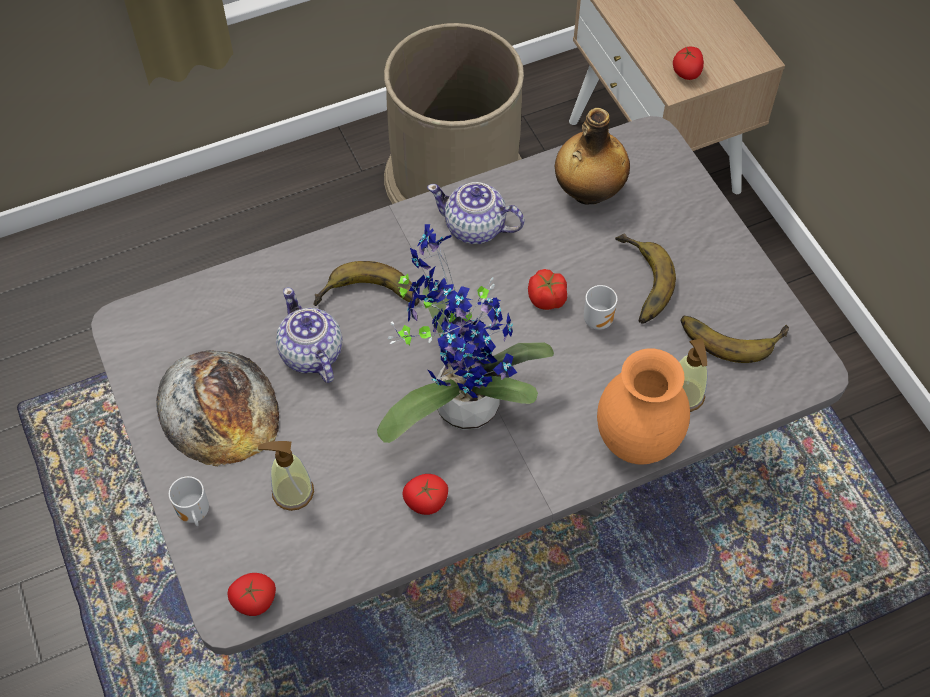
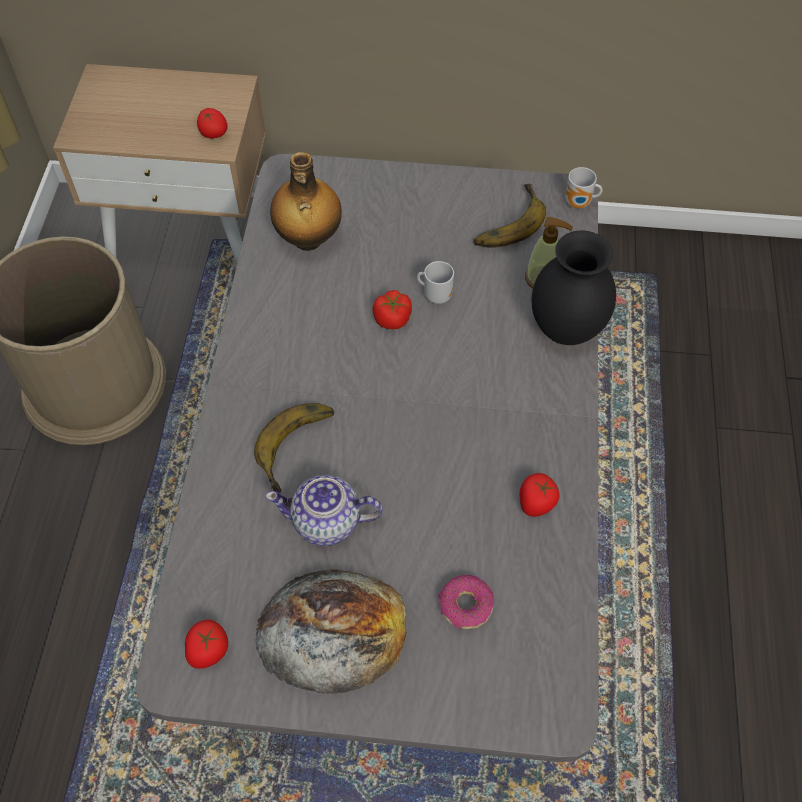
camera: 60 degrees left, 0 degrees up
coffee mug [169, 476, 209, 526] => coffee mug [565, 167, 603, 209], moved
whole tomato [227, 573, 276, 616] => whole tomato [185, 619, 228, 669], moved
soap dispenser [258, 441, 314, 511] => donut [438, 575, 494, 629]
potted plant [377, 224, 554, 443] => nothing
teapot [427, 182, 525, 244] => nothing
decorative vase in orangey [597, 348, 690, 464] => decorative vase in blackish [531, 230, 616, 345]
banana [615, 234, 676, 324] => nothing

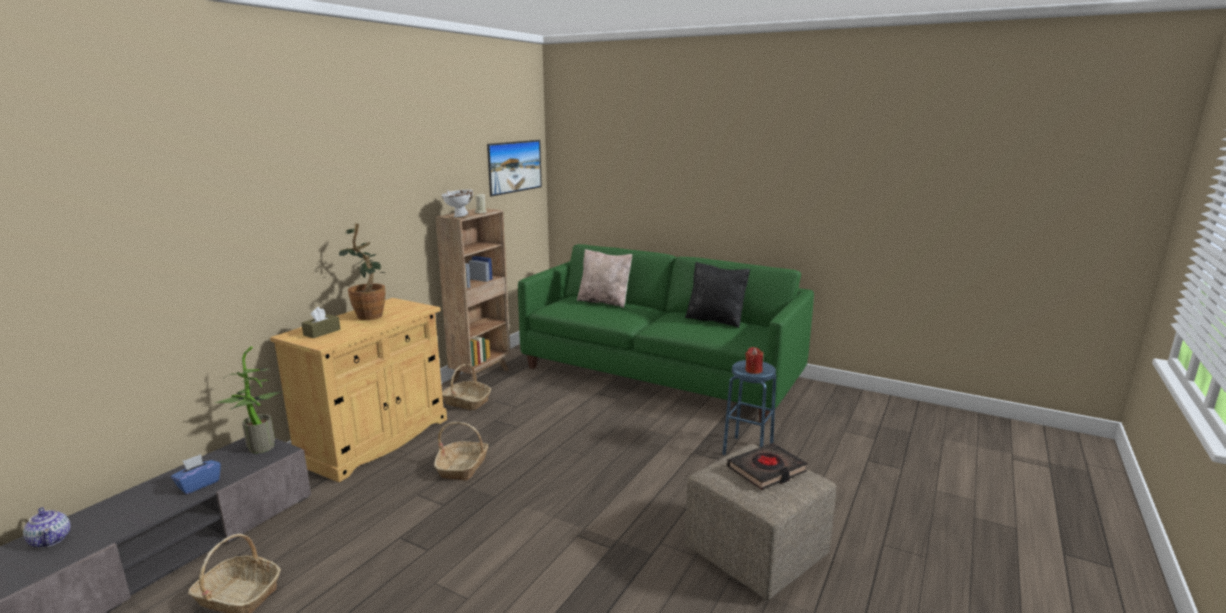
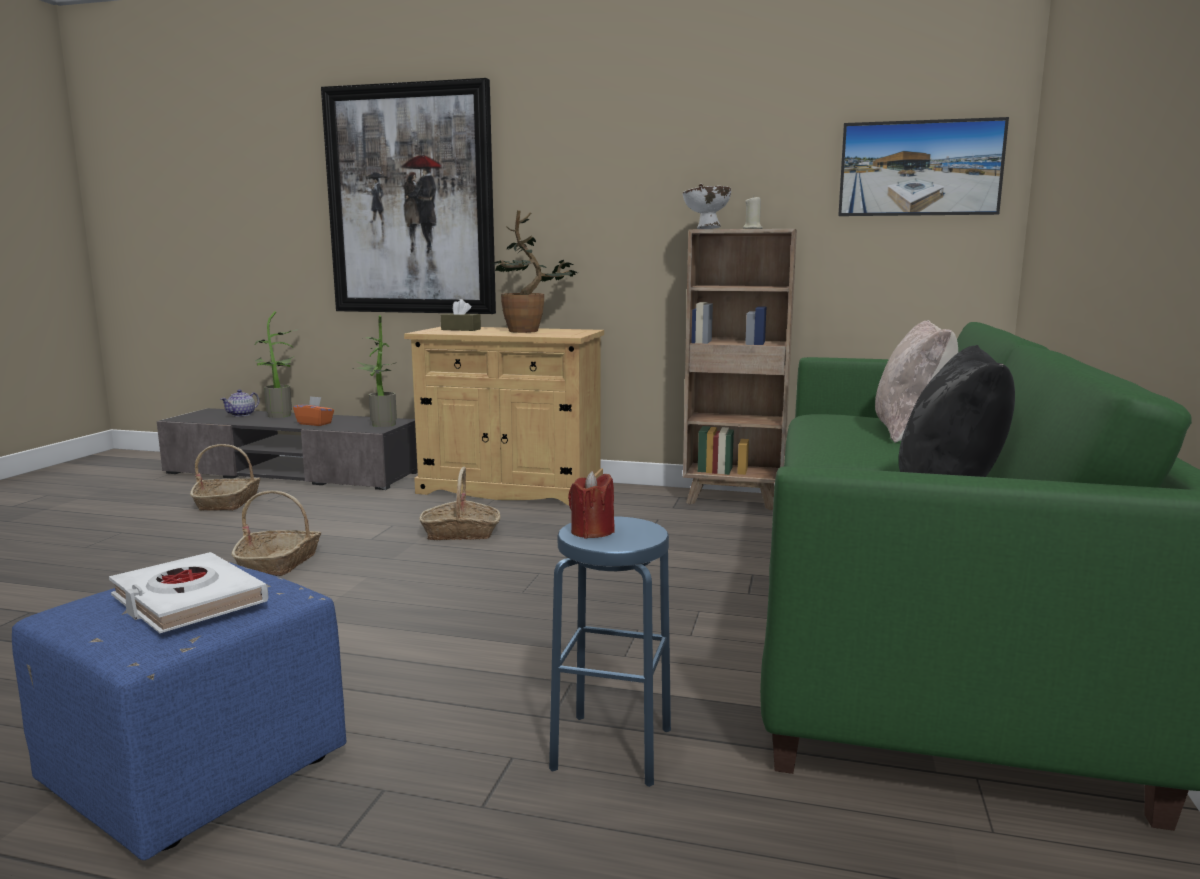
camera: 75 degrees right, 5 degrees down
tissue holder in blue-coloured [171, 454, 221, 494] => tissue holder in orangey [293, 396, 334, 426]
household basket [442, 364, 491, 410] => household basket [232, 491, 321, 576], moved
ottoman in sand-coloured [685, 444, 836, 600] => ottoman in blue-coloured [12, 561, 346, 860]
book in blackish [727, 443, 808, 490] => book in white-coloured [109, 552, 269, 633]
nothing => potted plant [255, 311, 300, 418]
nothing => picture [321, 78, 496, 314]

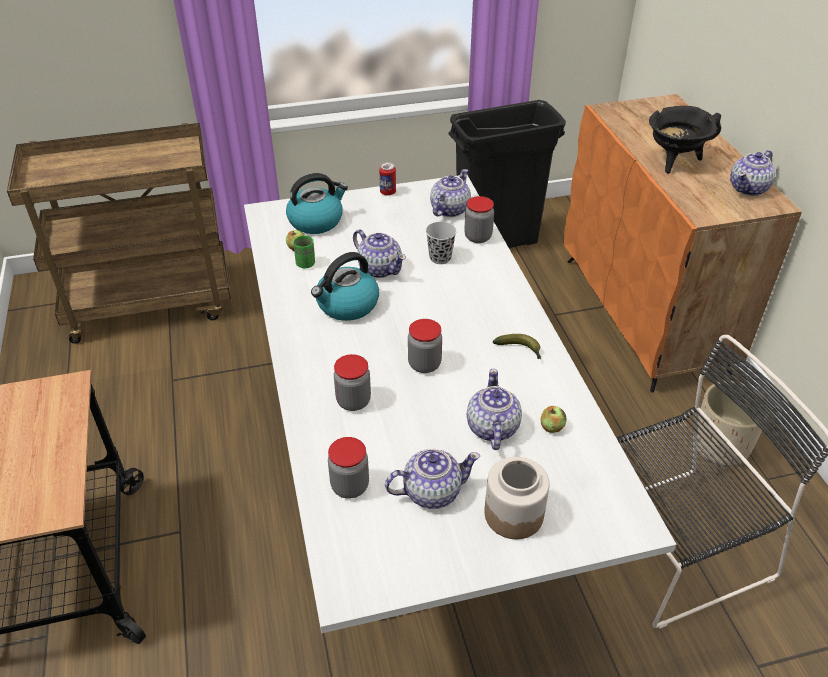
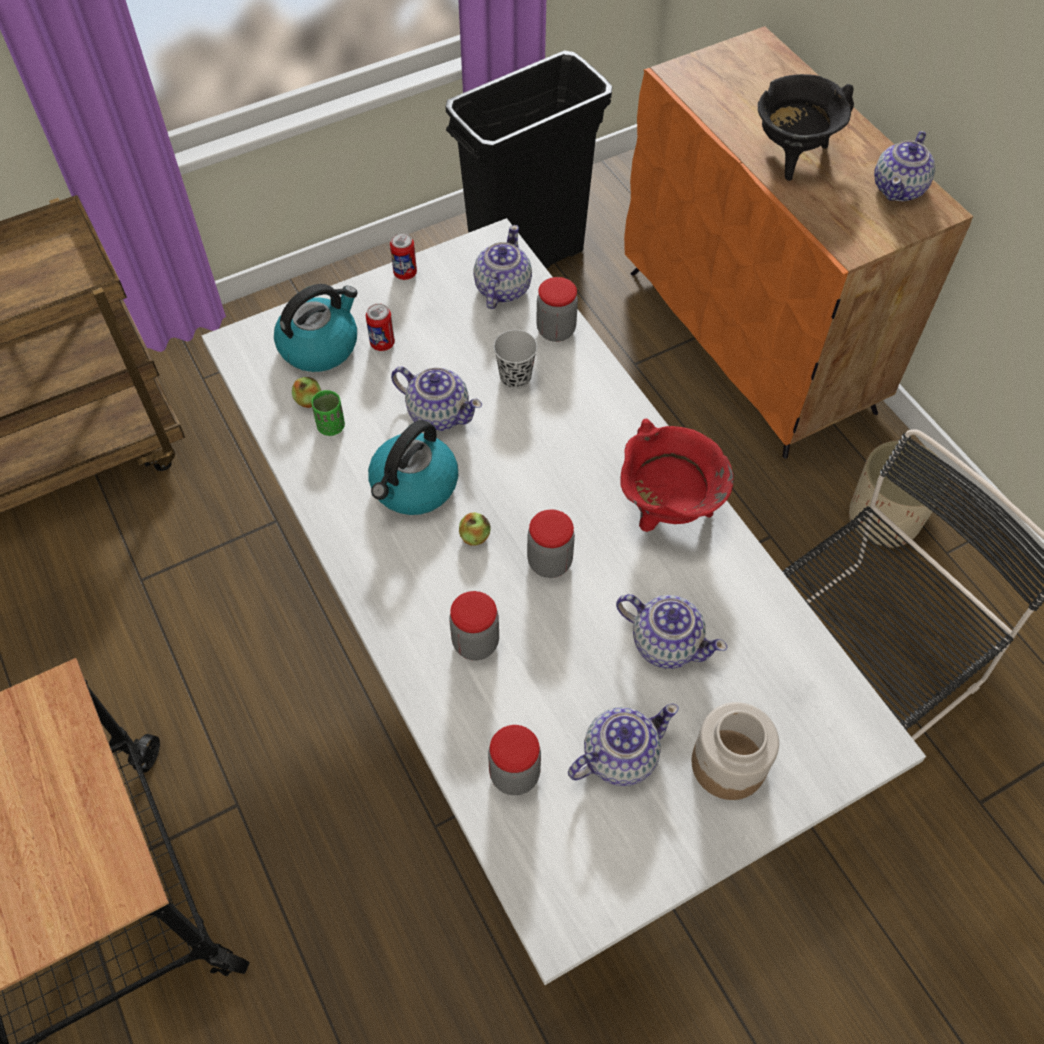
camera: 15 degrees left, 15 degrees up
teapot [467, 369, 522, 450] => teapot [616, 594, 727, 669], 135 degrees clockwise
banana [493, 334, 541, 359] => cooking pot in reddish [620, 418, 734, 532]
apple fruit [540, 406, 567, 433] => apple fruit [459, 512, 491, 546], moved
nothing => can [366, 304, 395, 351]

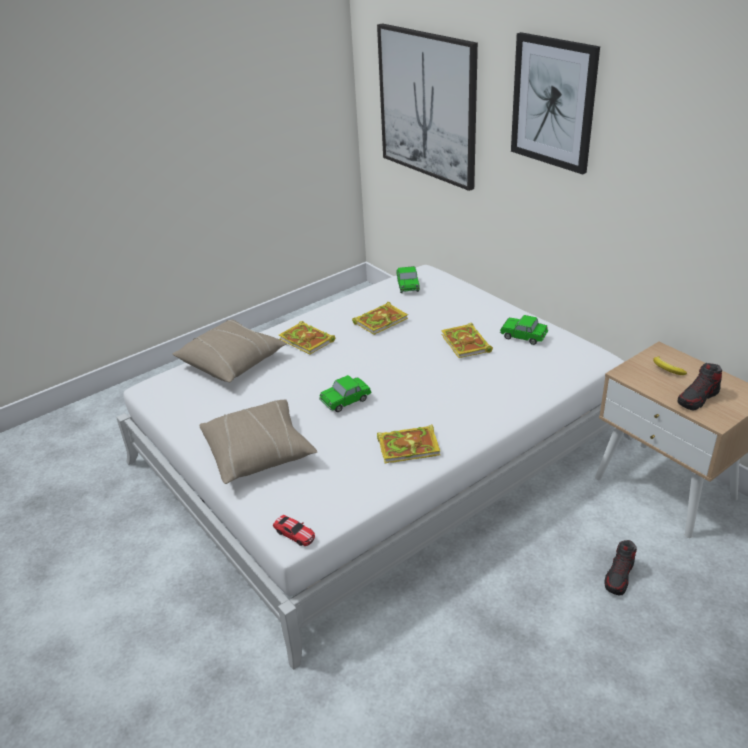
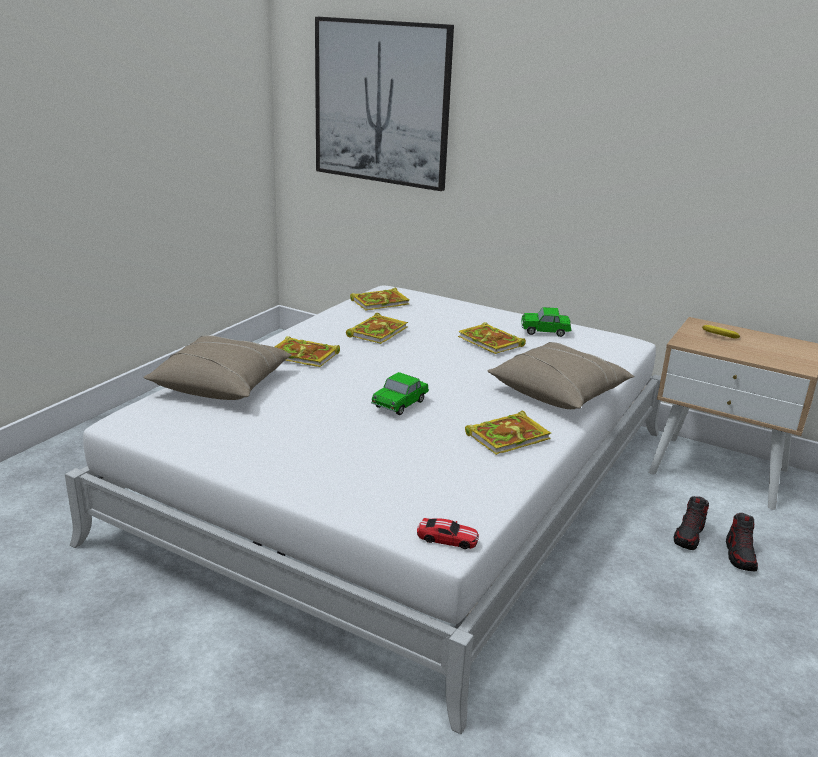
camera: 25 degrees left, 10 degrees down
throw pillow in sand-coloured [200, 399, 317, 484] => throw pillow in sand-coloured [487, 342, 634, 409], moved
miniature car [396, 266, 420, 293] => book [350, 287, 410, 311]
picture [511, 32, 600, 175] => nothing
shoe [678, 363, 722, 410] => shoe [674, 496, 709, 550], moved

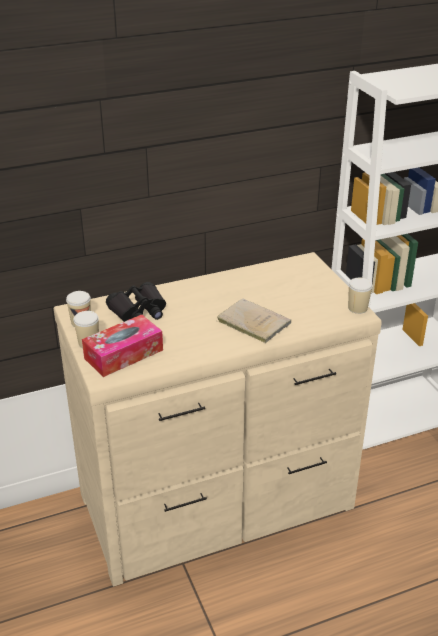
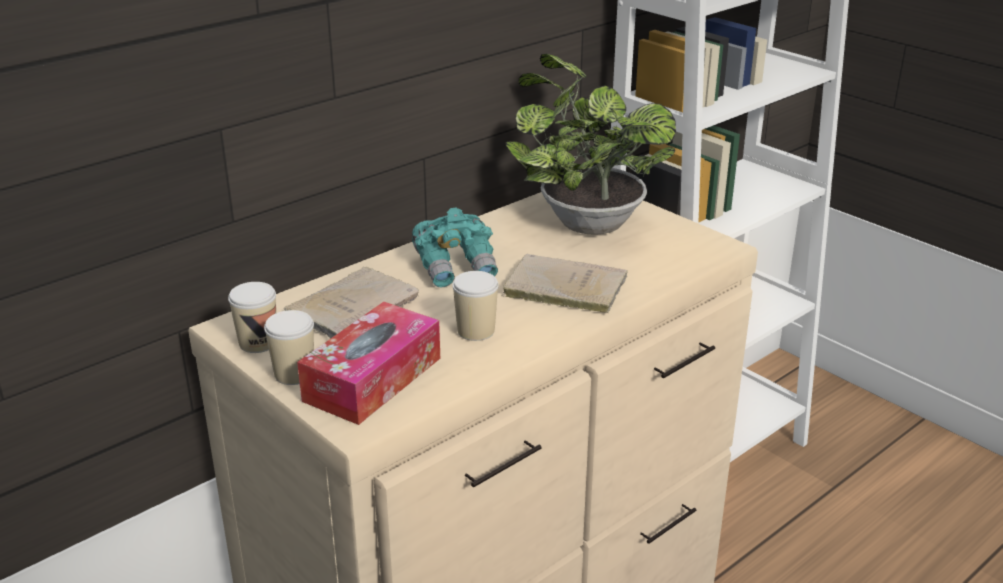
camera: 20 degrees left, 5 degrees down
field glasses in blackish [106, 282, 166, 322] => book in sand-coloured [284, 267, 419, 338]
drinking cup [348, 278, 373, 314] => drinking cup [452, 271, 499, 341], moved
nothing => field glasses in turquoise [412, 207, 498, 287]
nothing => potted plant [506, 54, 676, 235]

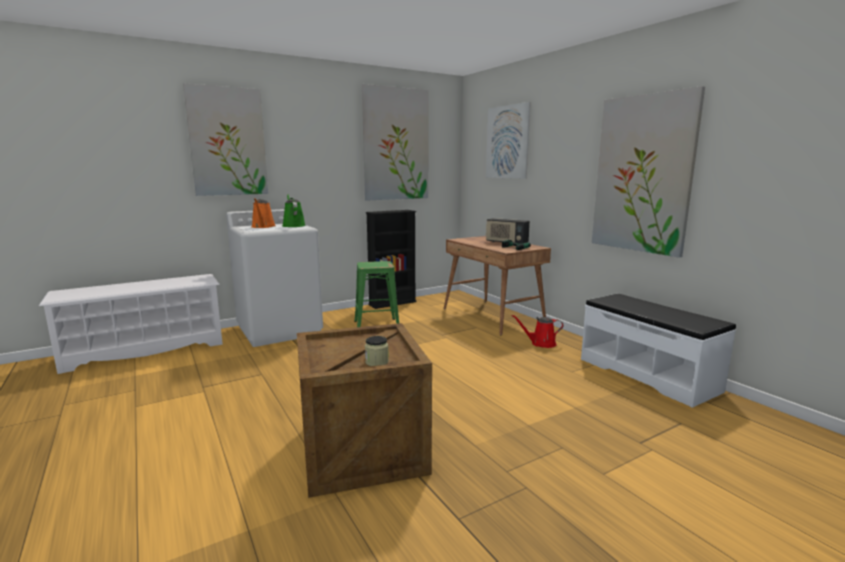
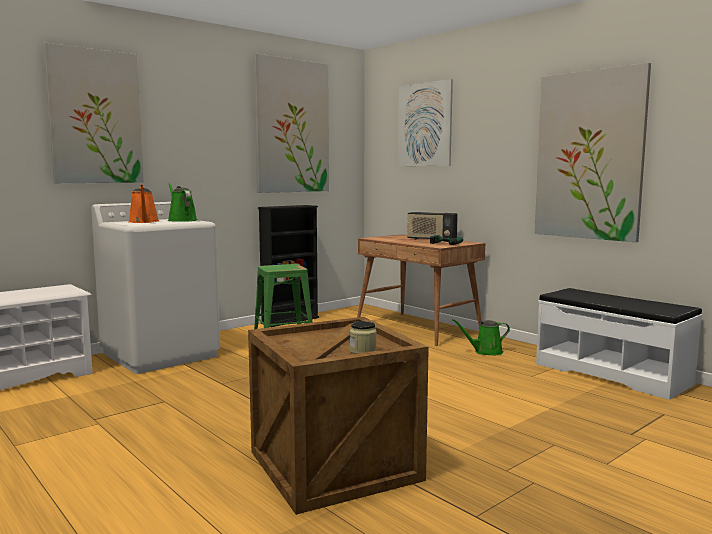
camera: 10 degrees left, 5 degrees down
watering pot in reddish [512, 315, 564, 348] => watering pot in green [452, 319, 510, 355]

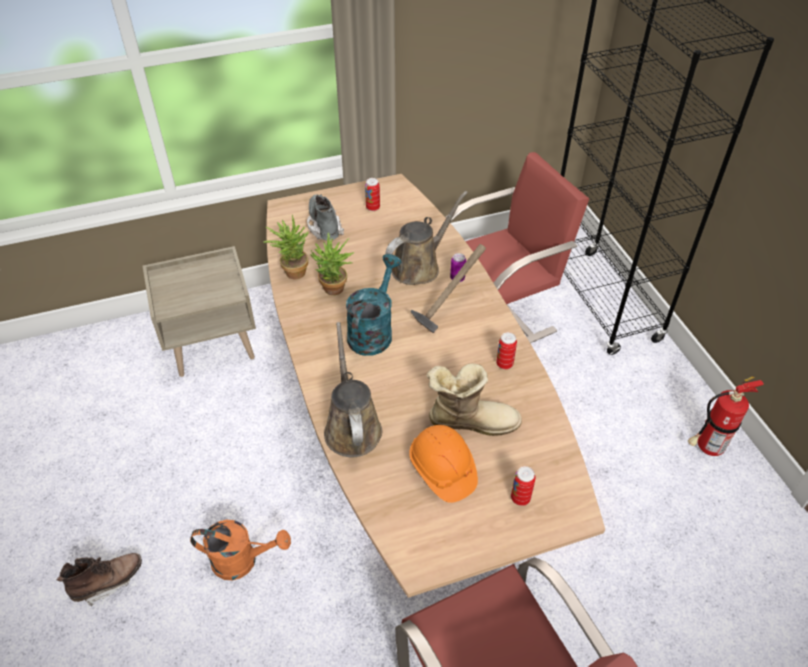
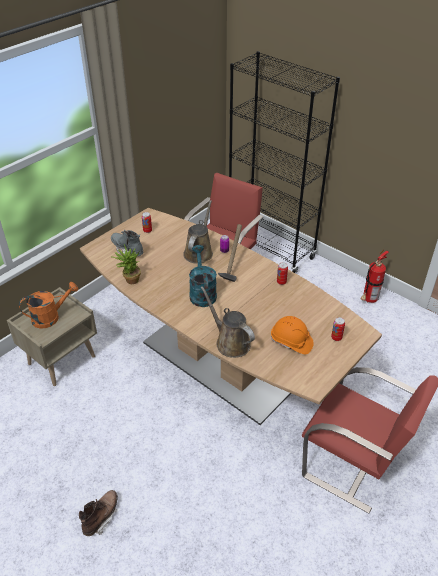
camera: 30 degrees left, 5 degrees down
watering pot in orangey [190, 520, 291, 580] => watering pot in orangey [19, 282, 78, 329], moved
potted plant [310, 233, 354, 295] => nothing
tall boot [426, 363, 522, 436] => nothing

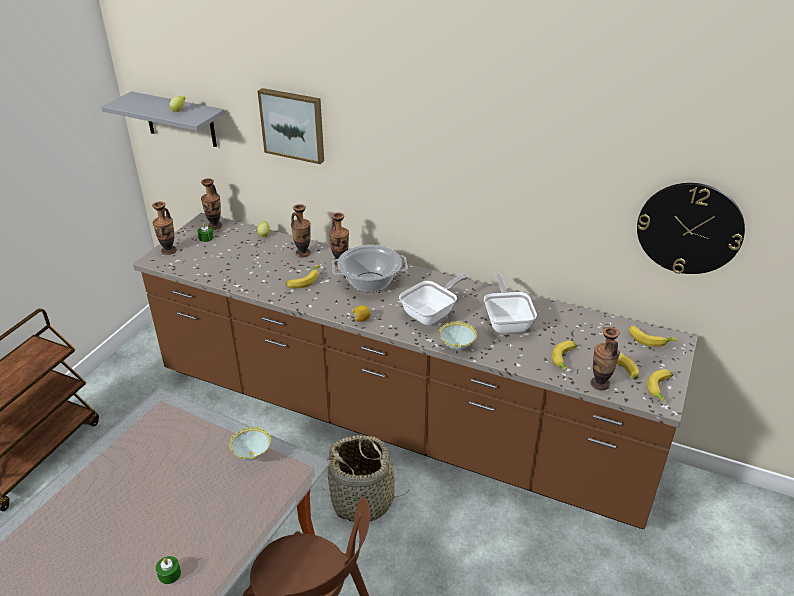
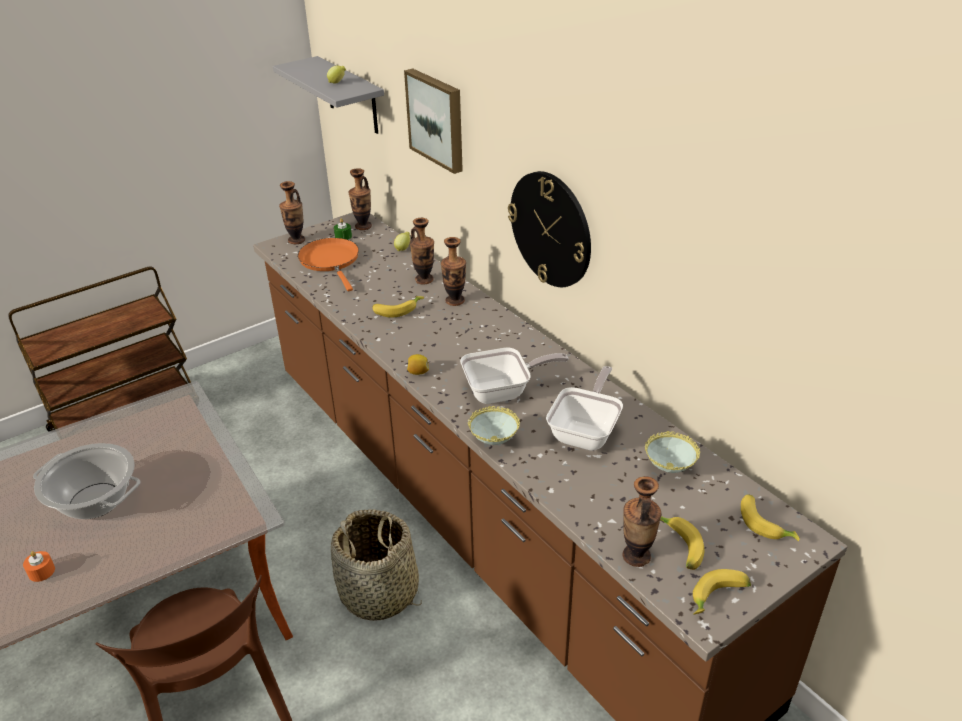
camera: 30 degrees right, 0 degrees up
wax light in green [156, 556, 181, 584] => wax light in orangey [23, 551, 55, 582]
deep dish [229, 427, 271, 461] => deep dish [645, 431, 700, 473], moved
cooking pot [332, 245, 408, 292] => cooking pot [33, 443, 141, 519], moved
banana [552, 341, 577, 372] => nothing
clock on the wall [637, 183, 745, 274] => clock on the wall [508, 171, 591, 287], moved
nothing => pan in orangey [298, 238, 359, 291]

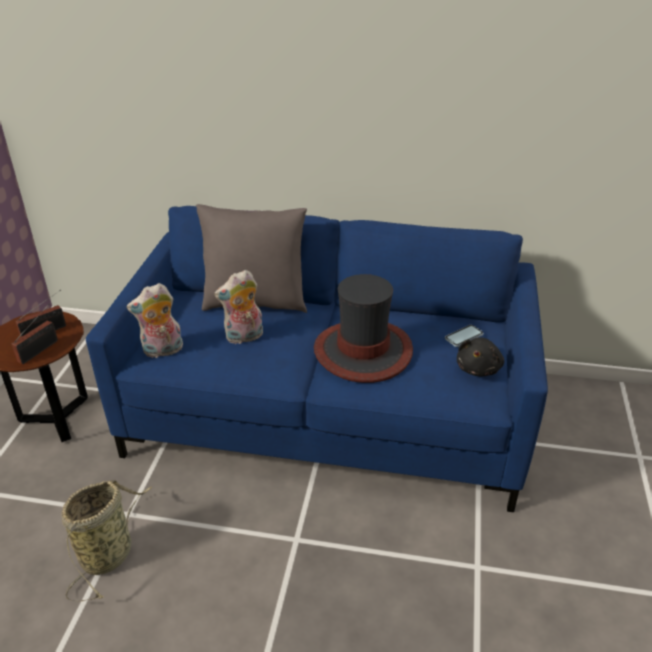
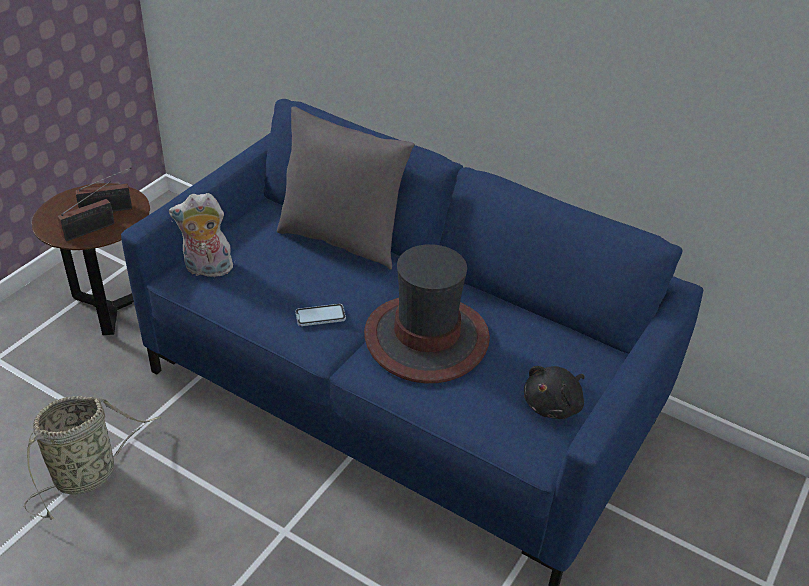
camera: 20 degrees right, 5 degrees up
plush toy [214, 270, 263, 344] => nothing
handset [445, 325, 483, 347] => handset [295, 304, 346, 326], moved

